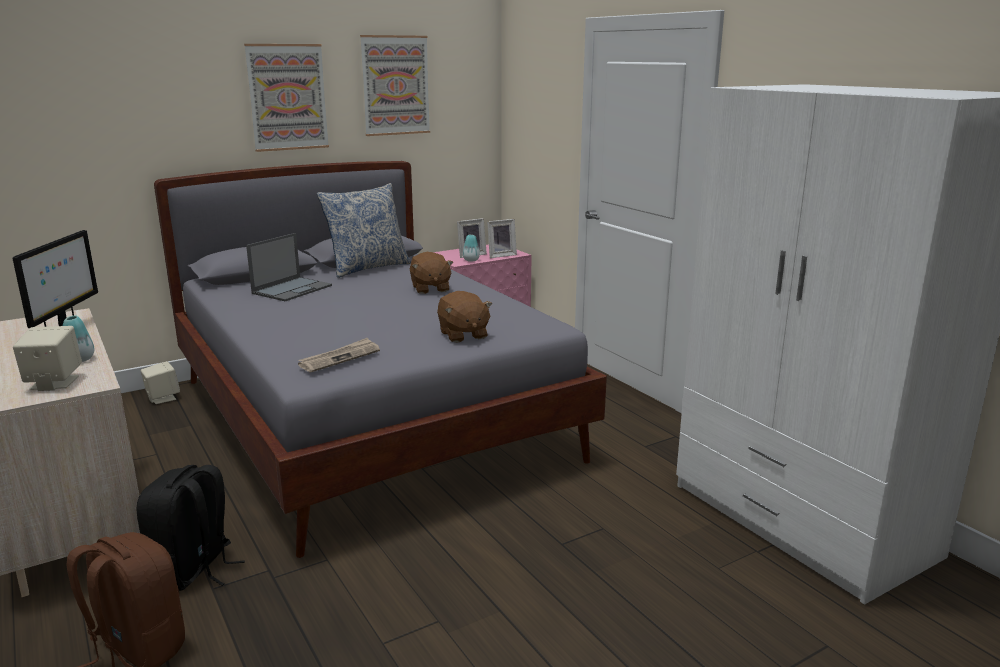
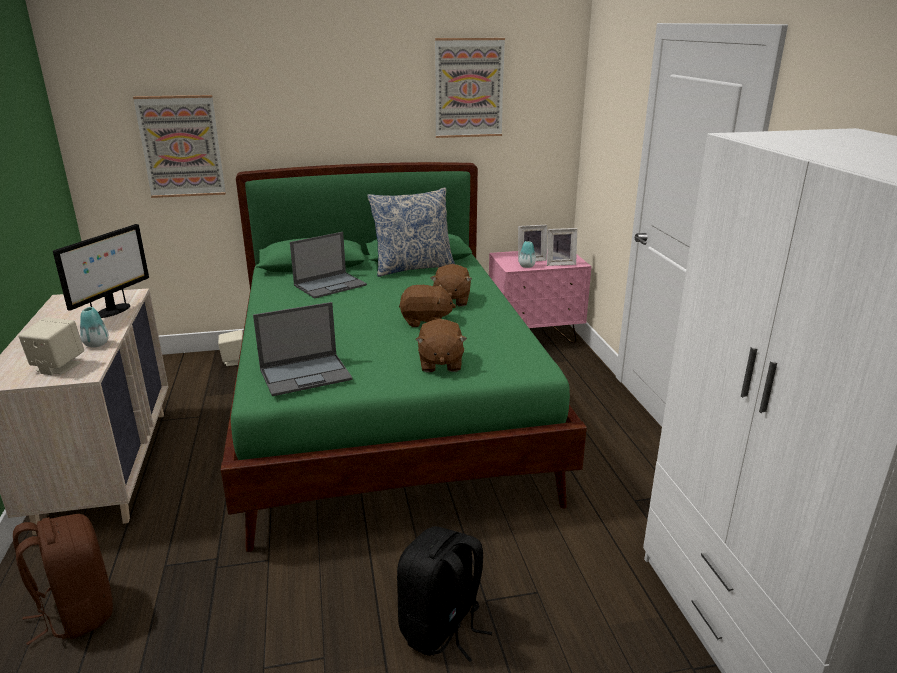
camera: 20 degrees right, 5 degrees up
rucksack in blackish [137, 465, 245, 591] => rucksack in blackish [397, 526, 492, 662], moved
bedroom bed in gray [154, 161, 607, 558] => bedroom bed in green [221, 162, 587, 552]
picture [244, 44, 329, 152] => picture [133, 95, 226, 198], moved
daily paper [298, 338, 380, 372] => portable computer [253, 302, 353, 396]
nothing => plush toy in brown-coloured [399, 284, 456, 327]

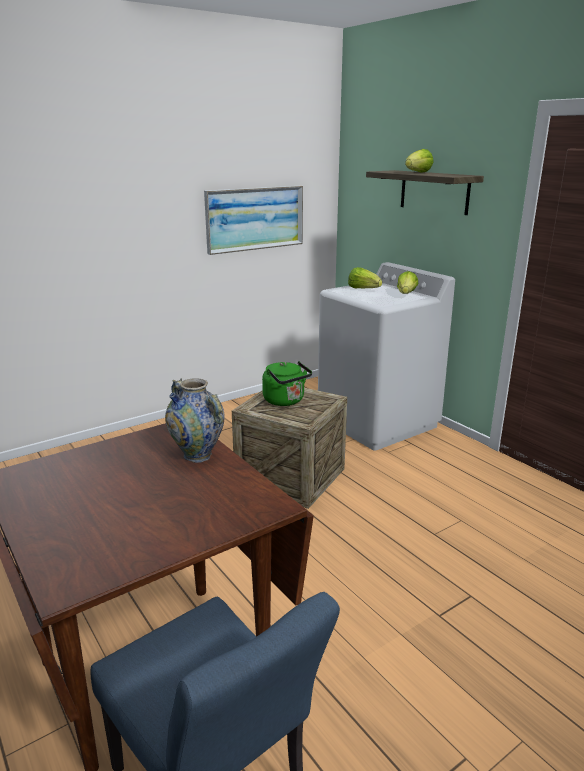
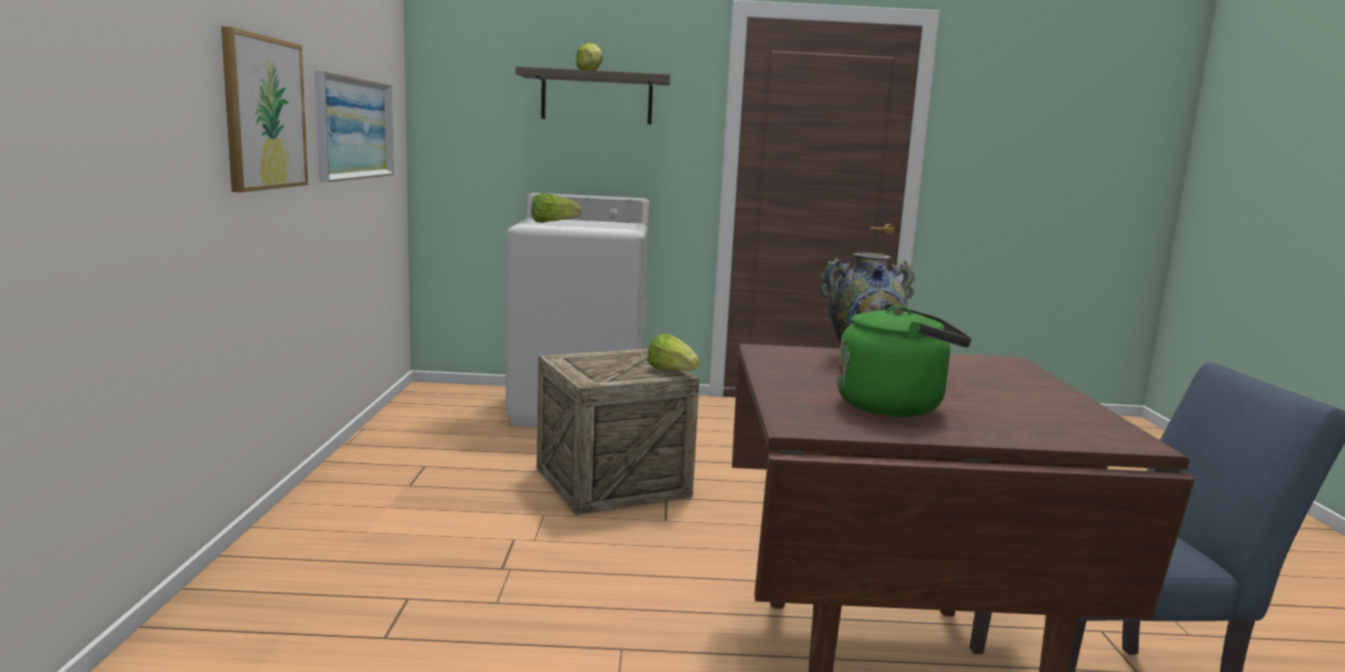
camera: 55 degrees left, 10 degrees down
water kettle in green [262, 361, 312, 406] => water kettle in green [837, 303, 972, 417], moved
lettuce [397, 271, 419, 294] => lettuce [647, 334, 700, 371], moved
nothing => picture [221, 26, 308, 192]

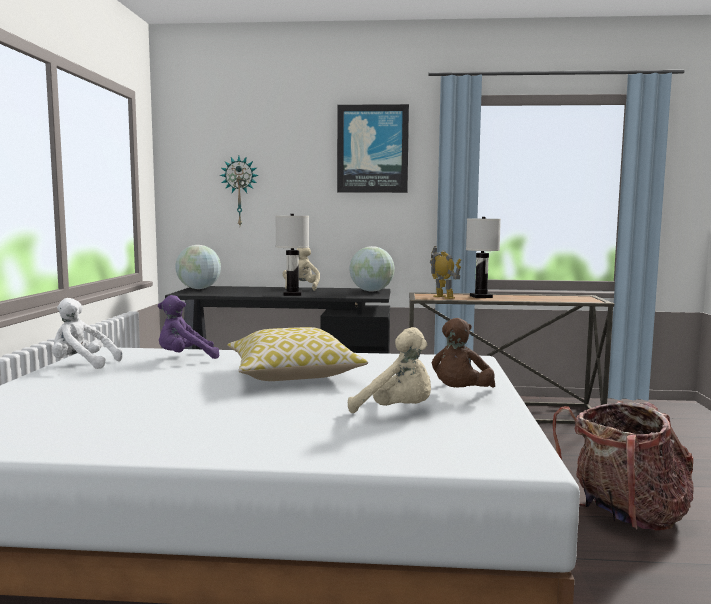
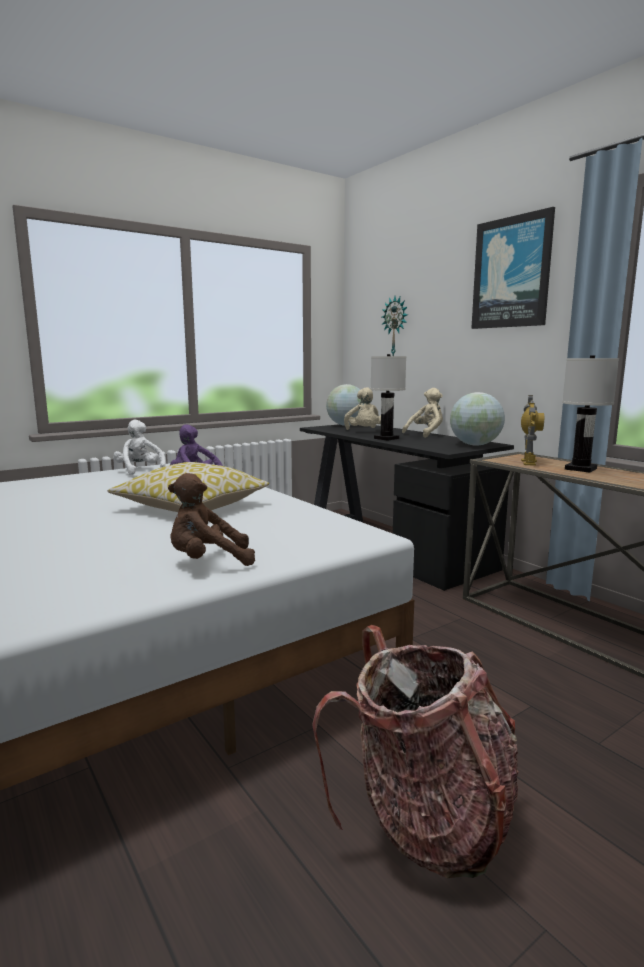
camera: 50 degrees right, 5 degrees up
plush toy in sand-coloured [348, 327, 431, 413] => plush toy in sand-coloured [344, 387, 381, 430], moved

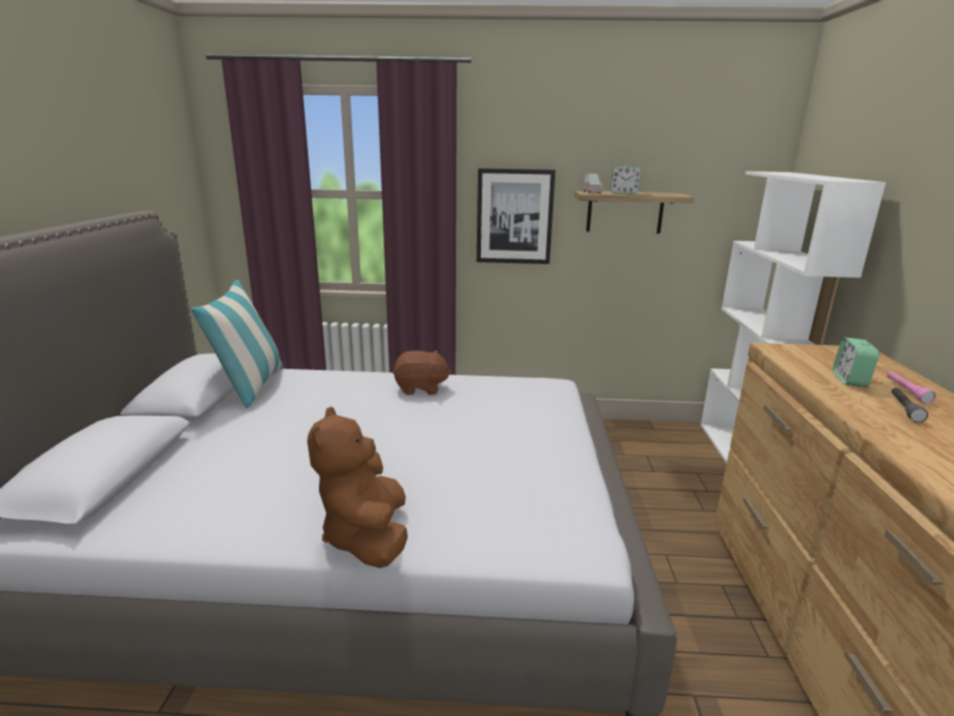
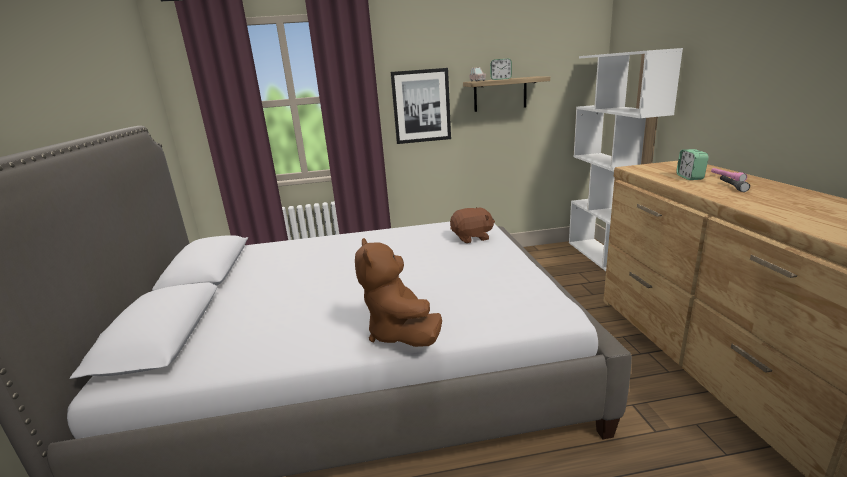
camera: 10 degrees left, 0 degrees up
throw pillow [191, 280, 284, 408] => nothing
plush toy in brown-coloured [393, 350, 452, 395] => plush toy in brown-coloured [450, 207, 495, 243], moved

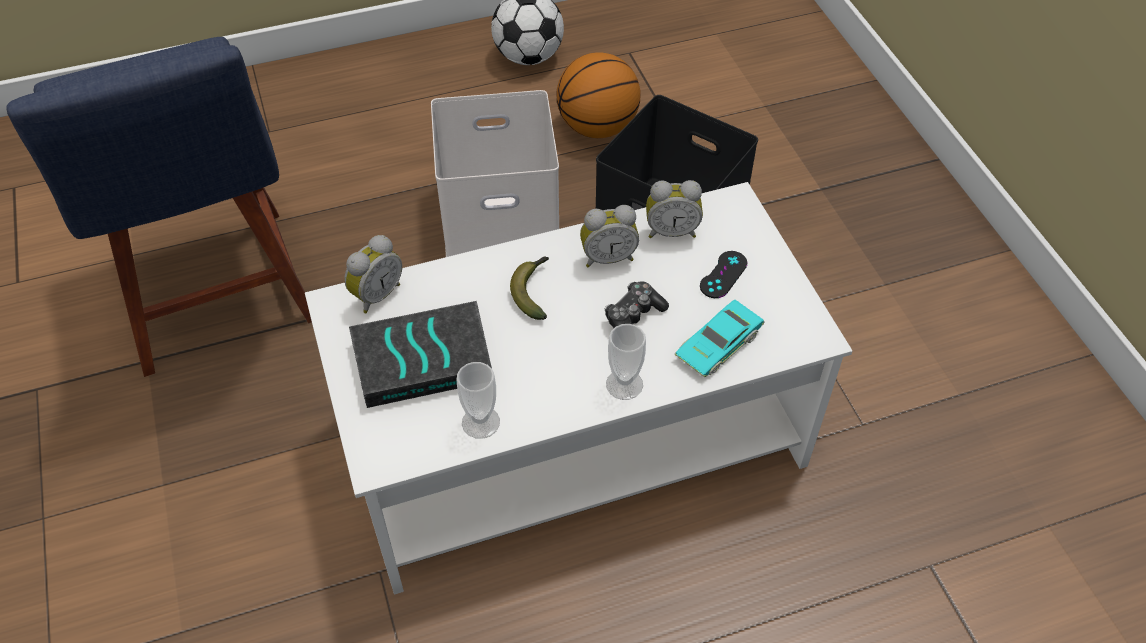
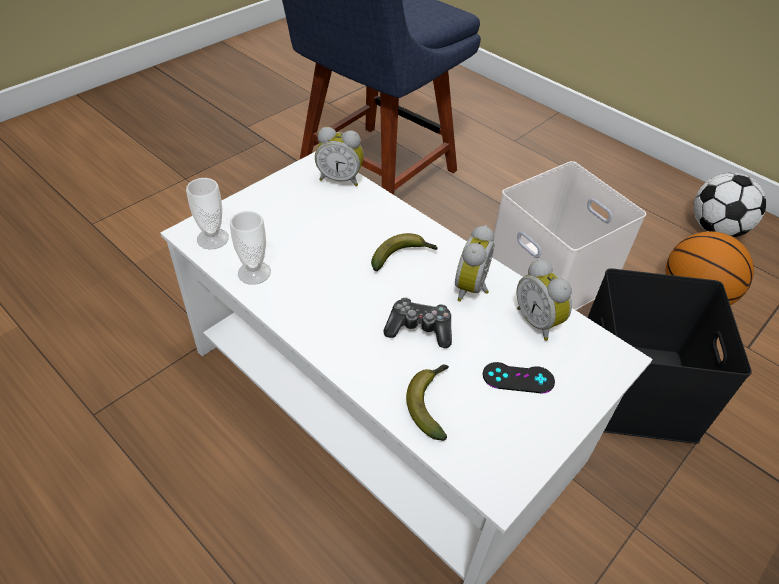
camera: 60 degrees right, 5 degrees down
book [349, 301, 492, 408] => nothing
alarm clock [580, 205, 639, 268] => alarm clock [455, 225, 494, 302], 60 degrees clockwise
drinking cup [606, 324, 646, 400] => drinking cup [186, 178, 229, 250], moved
miniature car in turquoise [675, 300, 765, 377] => banana [406, 364, 449, 441]

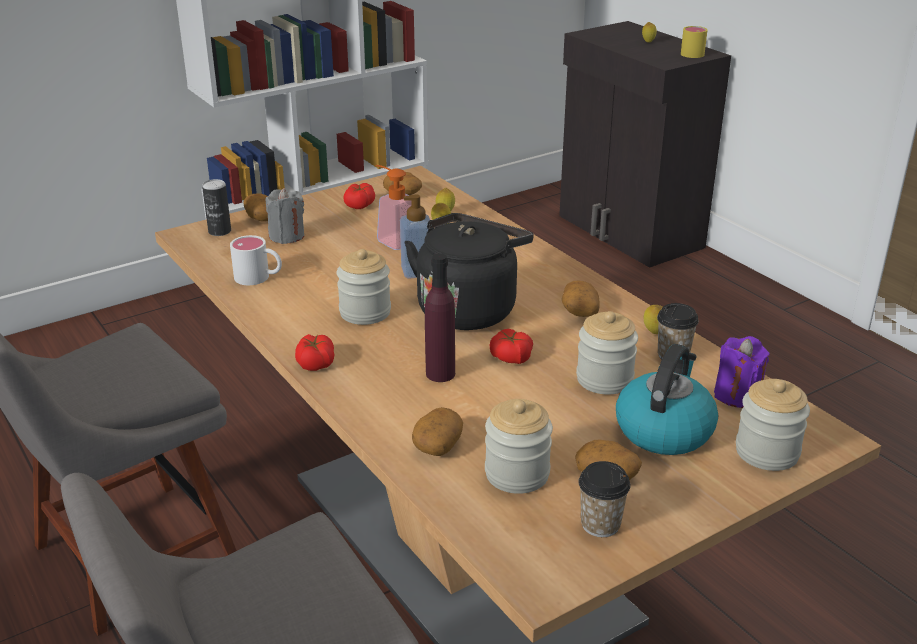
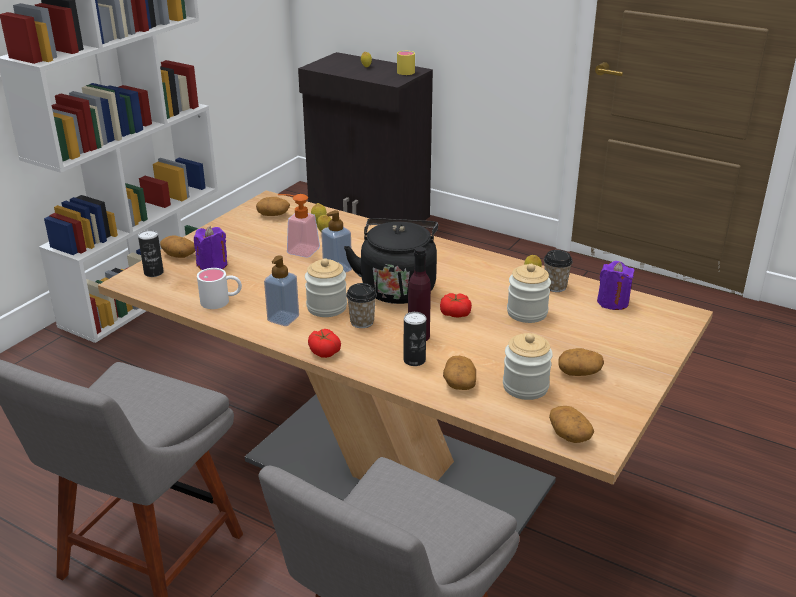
camera: 25 degrees left, 0 degrees up
wax light in gray [266, 188, 304, 244] => wax light in purplish [194, 226, 227, 270]
whole tomato [343, 183, 375, 209] => nothing
whole potato [562, 281, 600, 317] => whole potato [549, 406, 594, 443], moved
drinking cup [578, 461, 630, 537] => drinking cup [346, 283, 377, 328], moved
water kettle [616, 344, 718, 455] => nothing
storage jar [736, 379, 810, 471] => nothing
nothing => soap dispenser [264, 255, 299, 326]
nothing => can [404, 312, 426, 366]

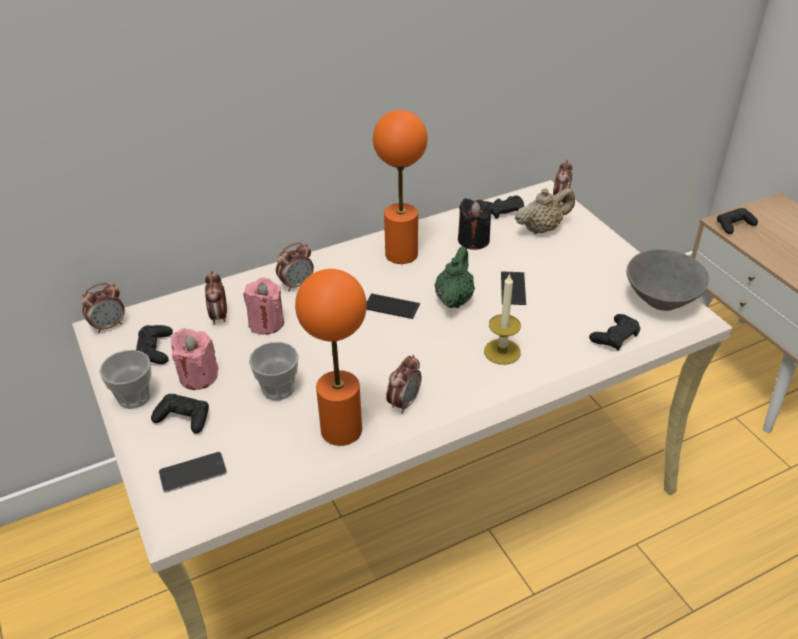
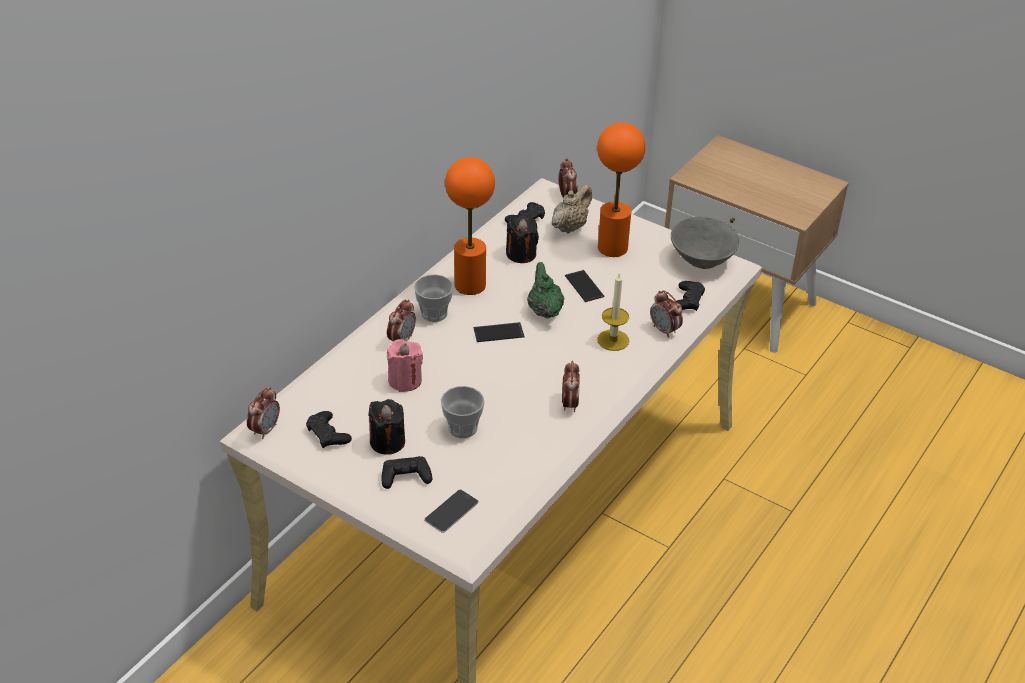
camera: 30 degrees left, 0 degrees up
drinking cup [99, 350, 152, 409] => drinking cup [414, 274, 454, 322], moved
wax light in pink [171, 328, 219, 390] => wax light in blackish [368, 399, 405, 455]
alarm clock [205, 271, 227, 325] => alarm clock [650, 290, 683, 338], moved
table lamp in orangey [295, 269, 367, 446] => table lamp in orangey [597, 122, 645, 257], moved
gamepad in blackish [717, 208, 758, 234] => nothing

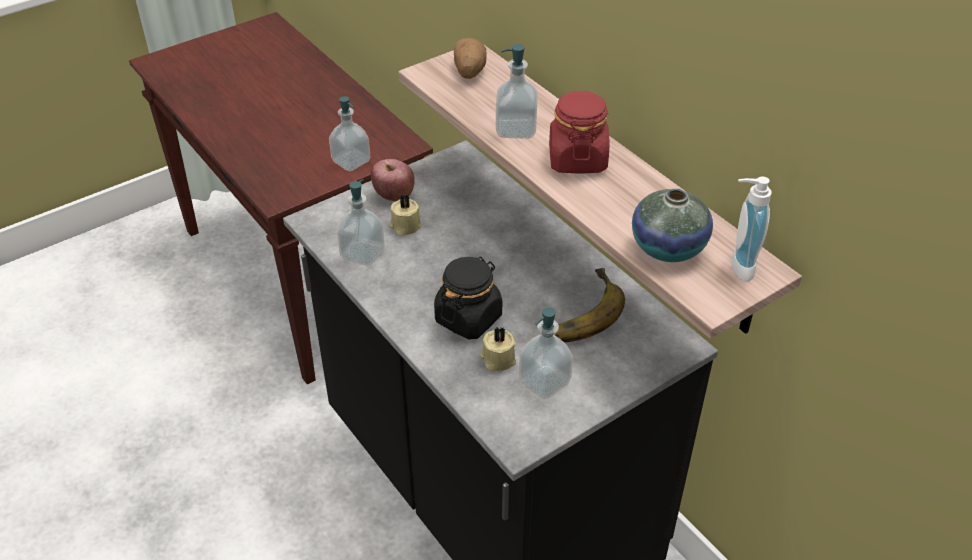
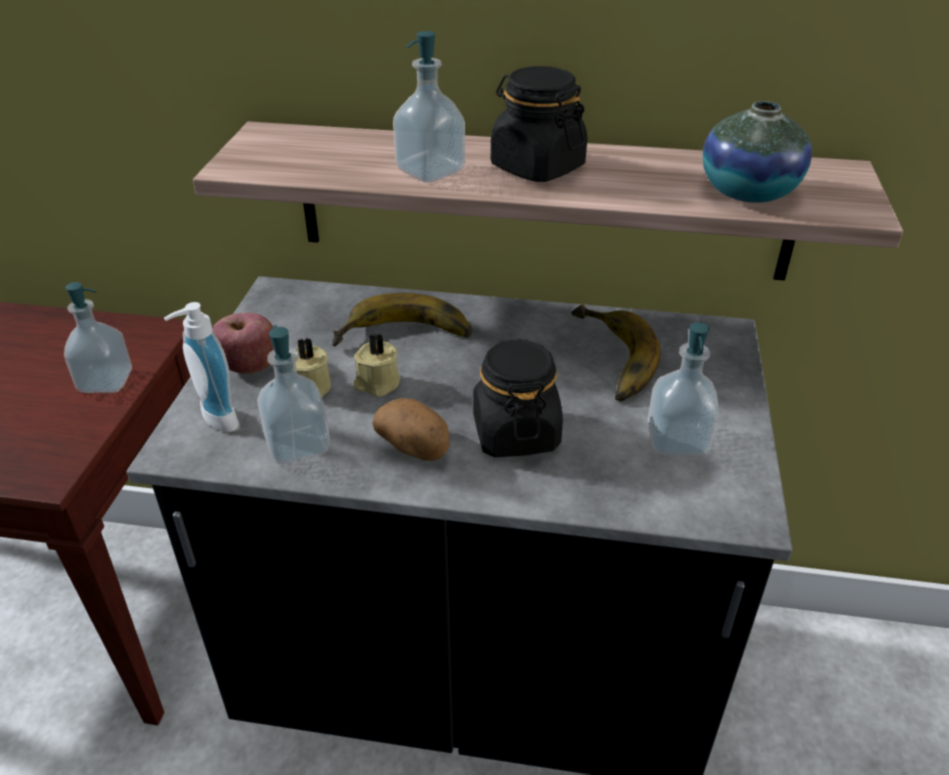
camera: 45 degrees left, 5 degrees down
whole potato [454, 38, 487, 79] => whole potato [372, 398, 450, 461], moved
wax light in sand-coloured [480, 327, 516, 371] => wax light in sand-coloured [354, 334, 400, 397], moved
storage jar in reddish [549, 90, 610, 174] => storage jar in blackish [491, 66, 587, 182]
soap dispenser [732, 176, 772, 282] => soap dispenser [164, 302, 239, 432], moved
nothing => banana [332, 293, 472, 346]

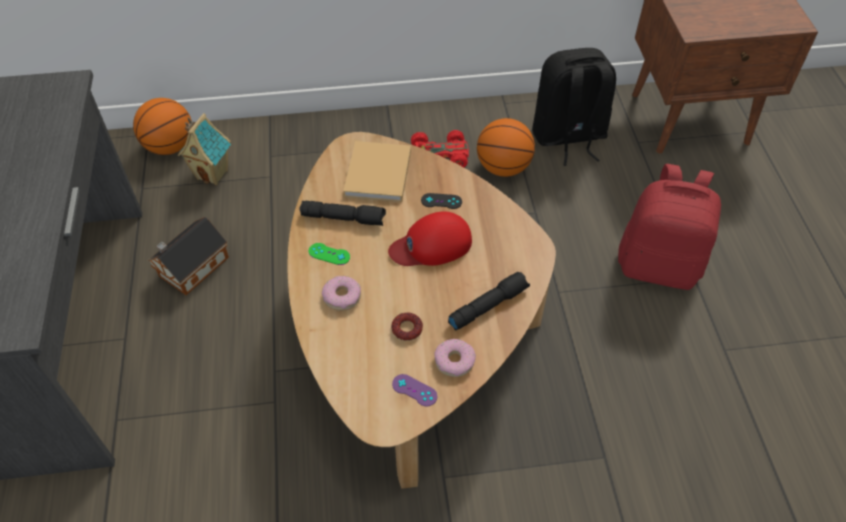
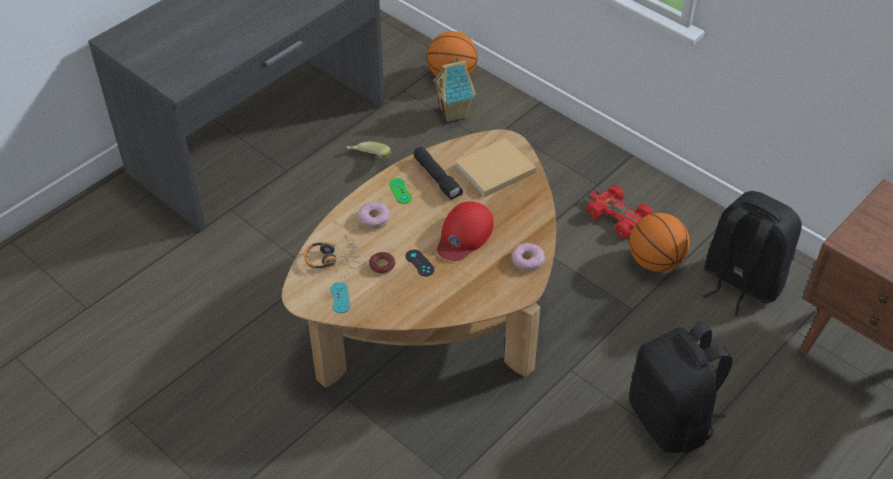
camera: 50 degrees right, 5 degrees down
miniature house [148, 217, 229, 295] => banana [346, 142, 391, 159]
peaked cap in reddish [388, 211, 472, 266] => peaked cap in reddish [437, 201, 494, 261], 90 degrees counterclockwise
gamepad in purplish [392, 374, 437, 406] => gamepad in turquoise [330, 282, 350, 313]
gamepad in blackish [421, 193, 462, 209] => gamepad in blackish [405, 249, 435, 276], moved
donut [434, 339, 476, 377] => donut [511, 243, 545, 271], moved
hand torch in blackish [448, 272, 530, 331] => nothing
rucksack in reddish [618, 164, 721, 290] => rucksack in blackish [629, 321, 732, 453]
nothing => headphones [304, 235, 361, 269]

